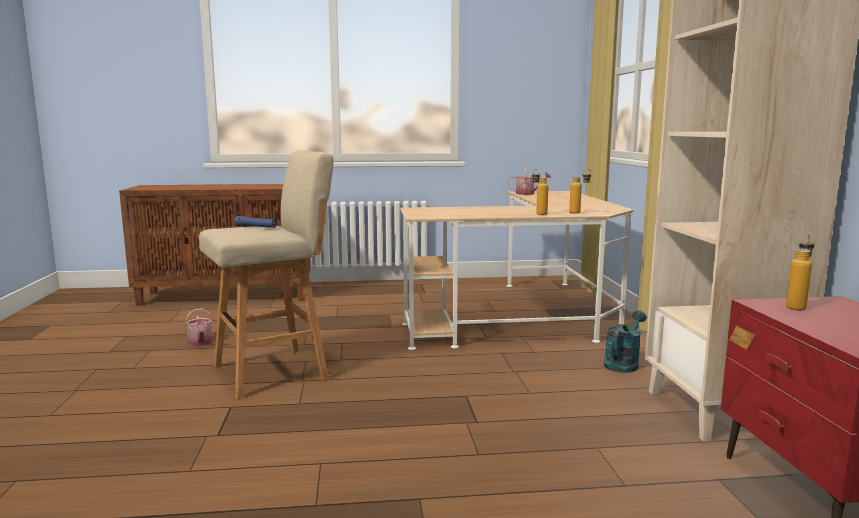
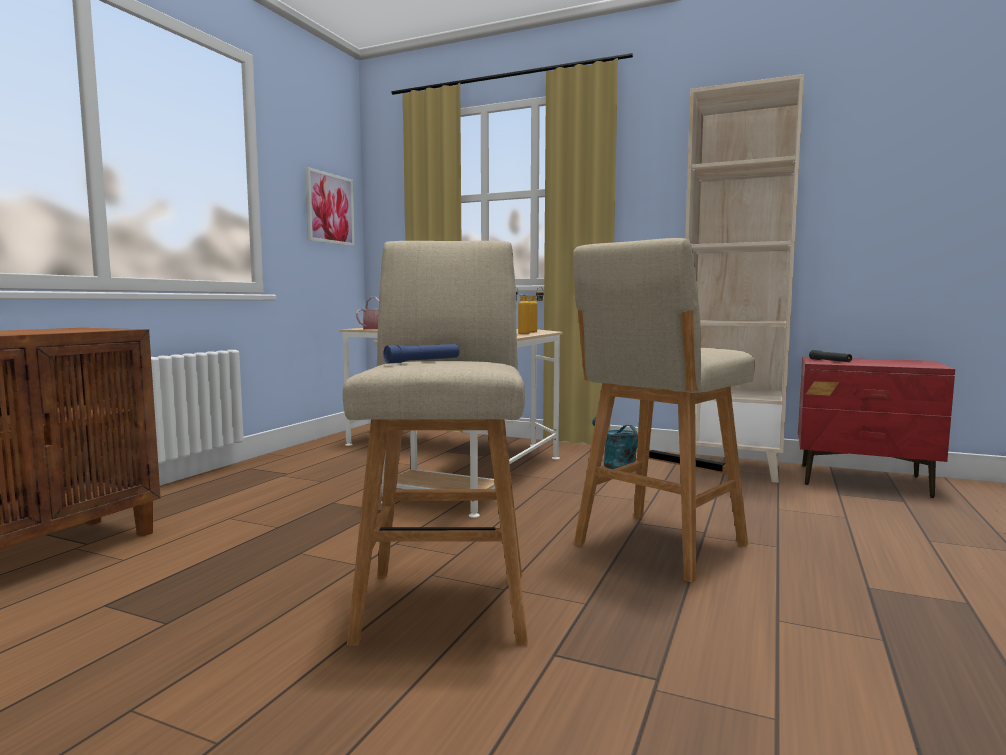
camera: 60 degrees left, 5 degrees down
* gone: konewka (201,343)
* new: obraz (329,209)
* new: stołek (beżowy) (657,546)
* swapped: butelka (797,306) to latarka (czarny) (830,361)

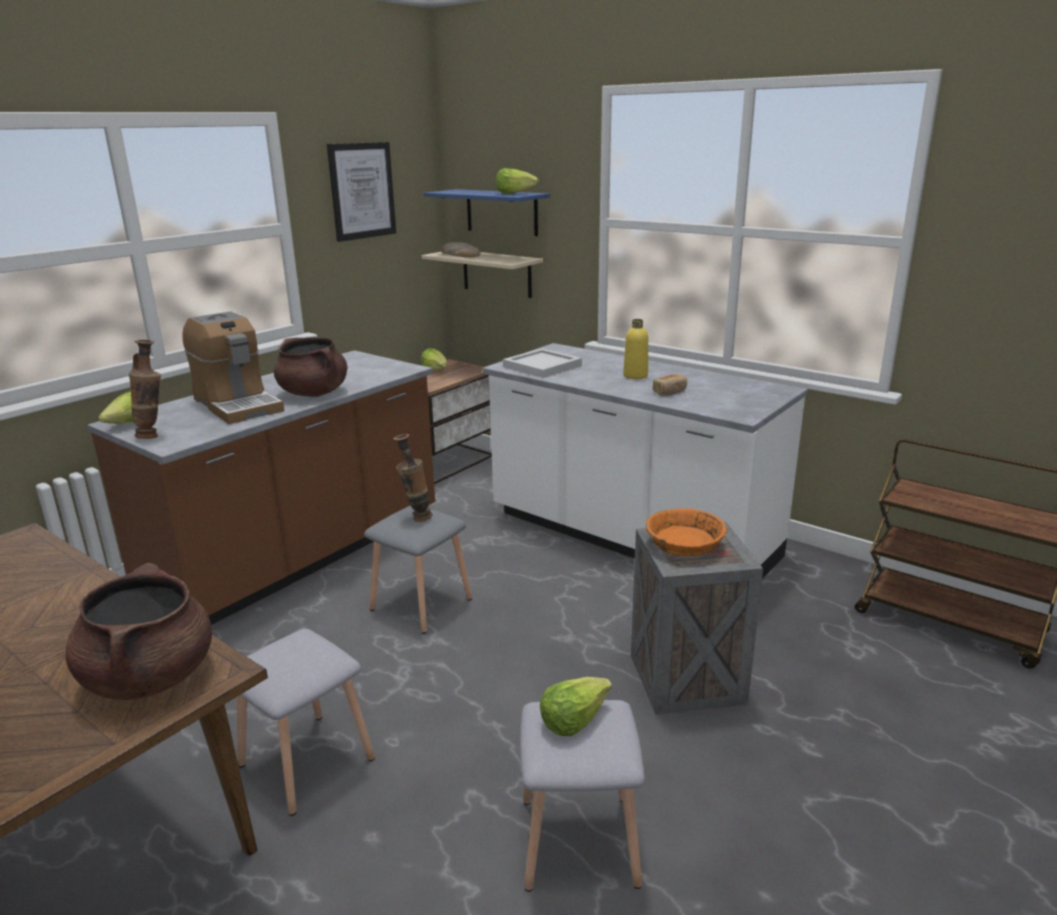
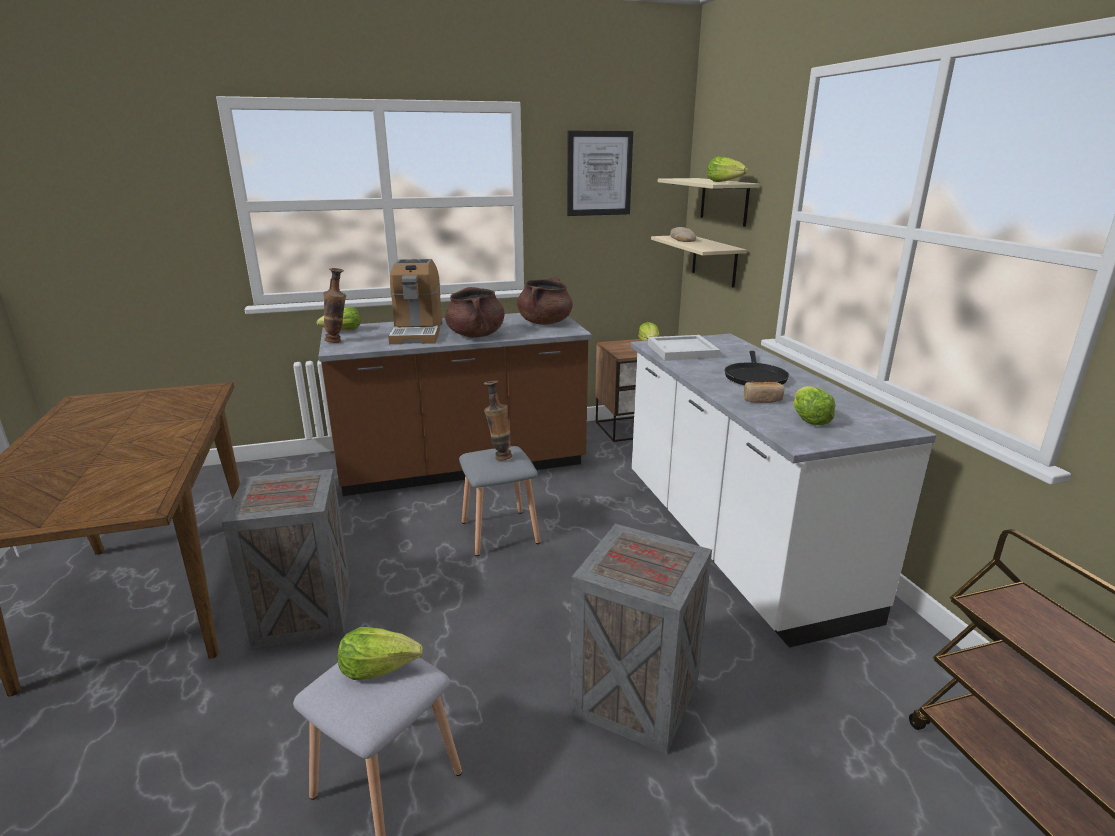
camera: 35 degrees right, 0 degrees up
* gone: miska (pomarańczowy) (684,544)
* new: sałata (808,419)
* shifted: garnek (brązowy) (150,677) to (545,322)
* swapped: stołek (szary) (309,762) to skrzynka (305,614)
* swapped: butelka (żółty) (635,376) to patelnia (czarny) (755,377)
* repainted: półka (niebieski) (501,212) to półka (beżowy) (724,201)

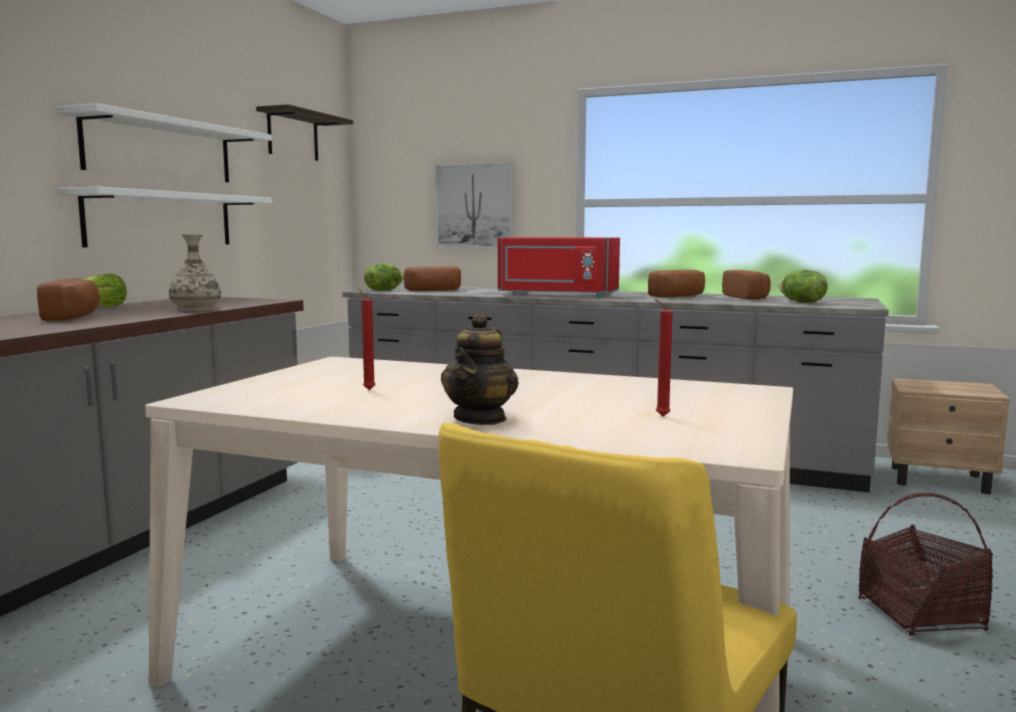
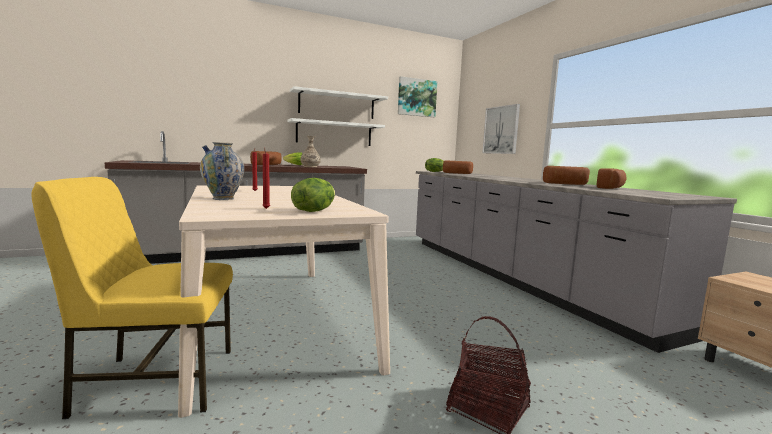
camera: 45 degrees right, 0 degrees up
* gone: mikrofalówka (czerwony) (557,295)
* shifted: sałata (800,302) to (314,211)
* swapped: półka (293,136) to obraz (416,97)
* swapped: imbryk (480,419) to wazon (223,199)

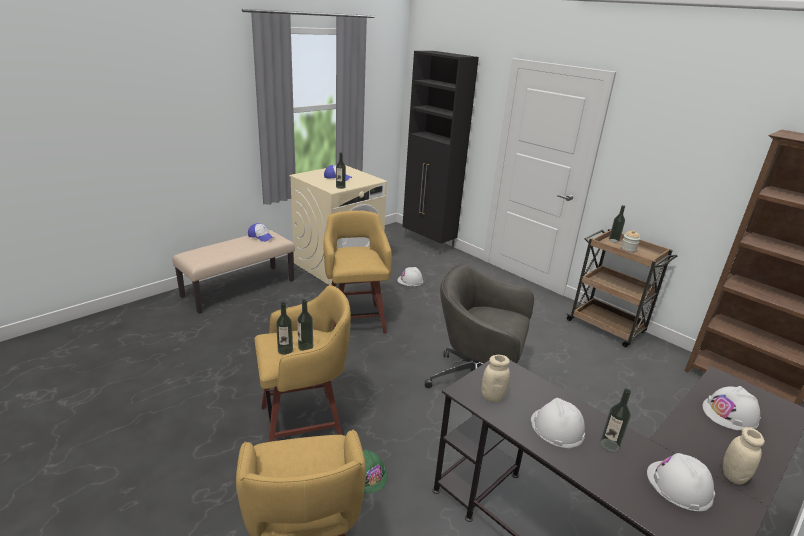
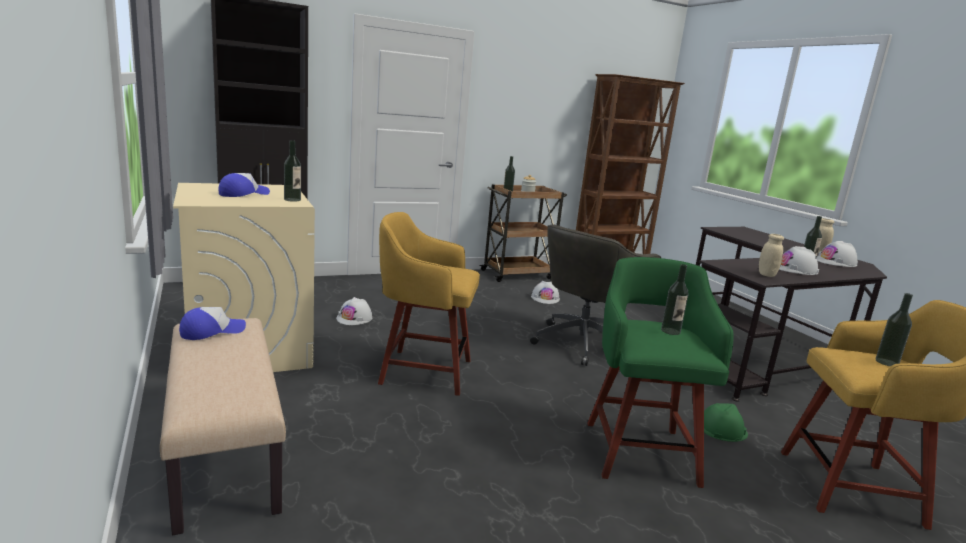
camera: 70 degrees left, 10 degrees down
* shifted: butelka (285,350) to (886,362)
* shifted: kask (biały) (730,414) to (545,298)
* repainted: stołek (żółty) (304,423) to stołek (zielony) (640,450)

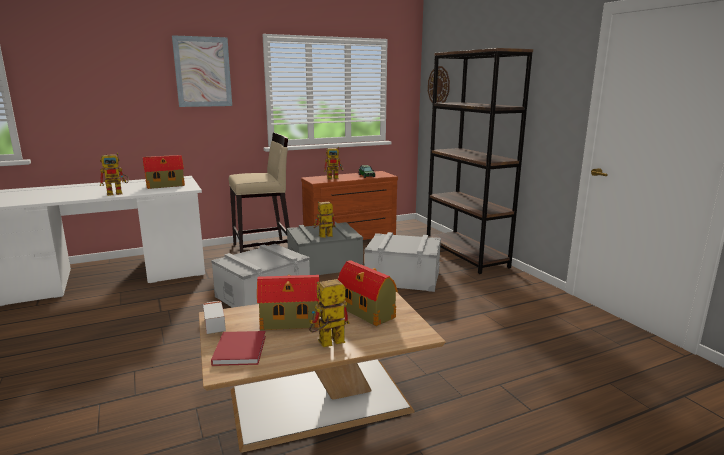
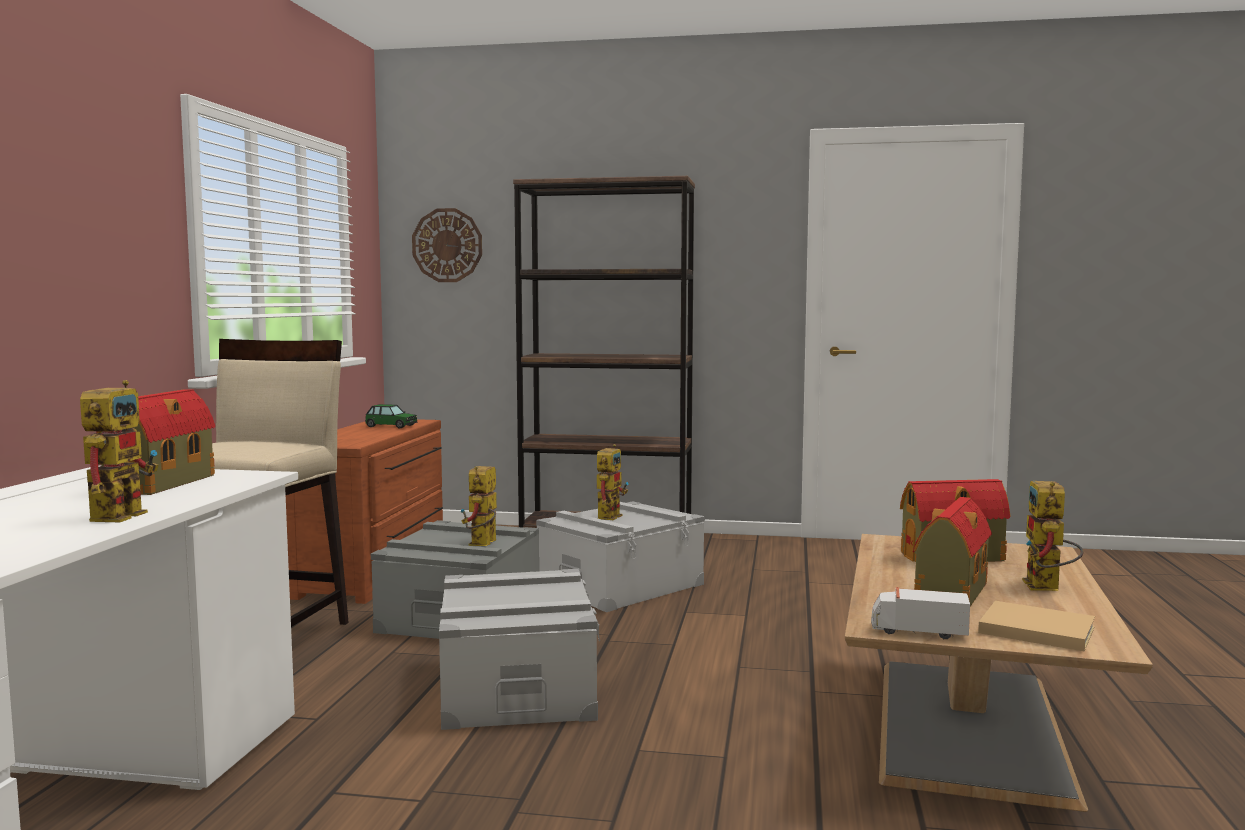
camera: 55 degrees left, 10 degrees down
* gone: obraz (203,72)
* shifted: robot zabawkowy (335,178) to (609,515)
* repainted: książka (czerwony) (240,349) to książka (beżowy) (1033,629)

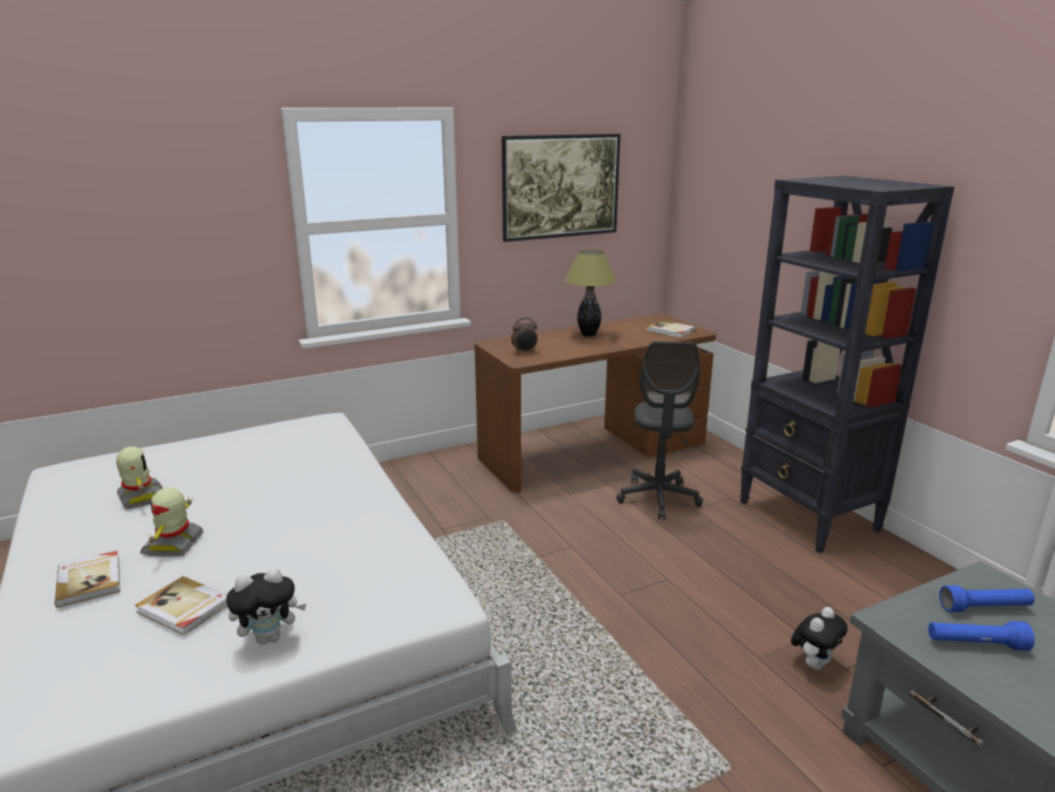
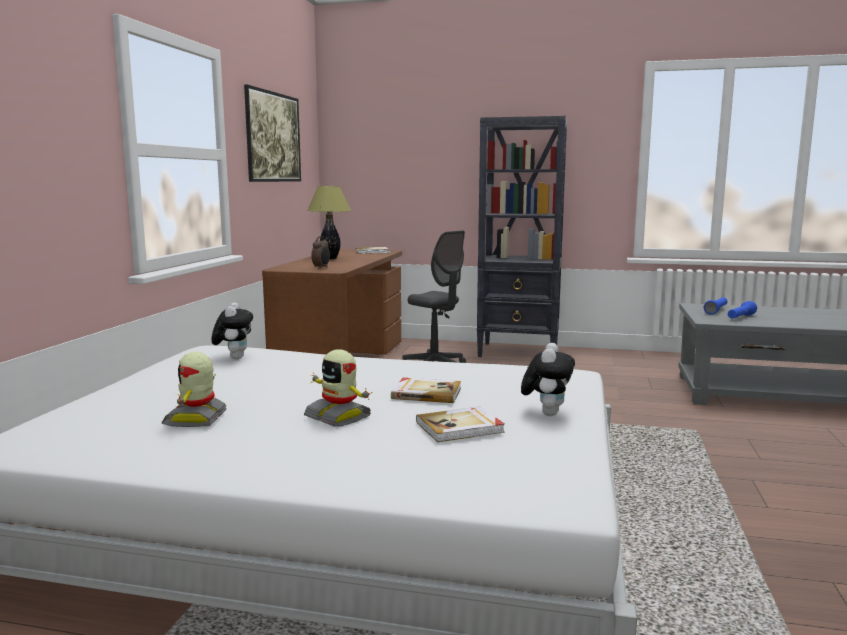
camera: 50 degrees left, 10 degrees down
* shifted: książka (90,580) to (426,393)
* shifted: pluszak (814,663) to (234,358)
* rotated: robot zabawkowy (141,497) = (197,418) 90 degrees counterclockwise

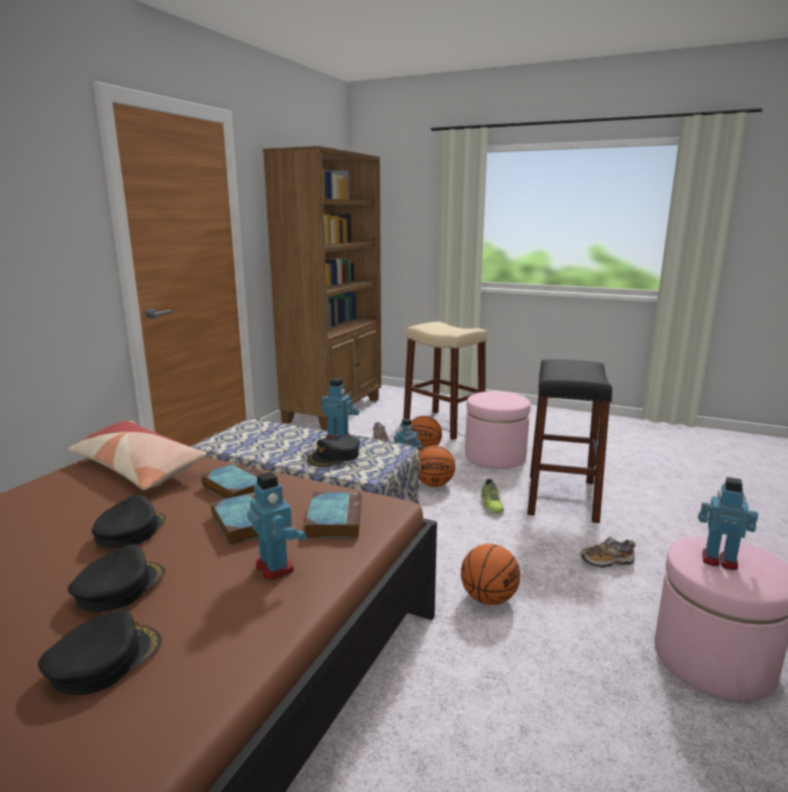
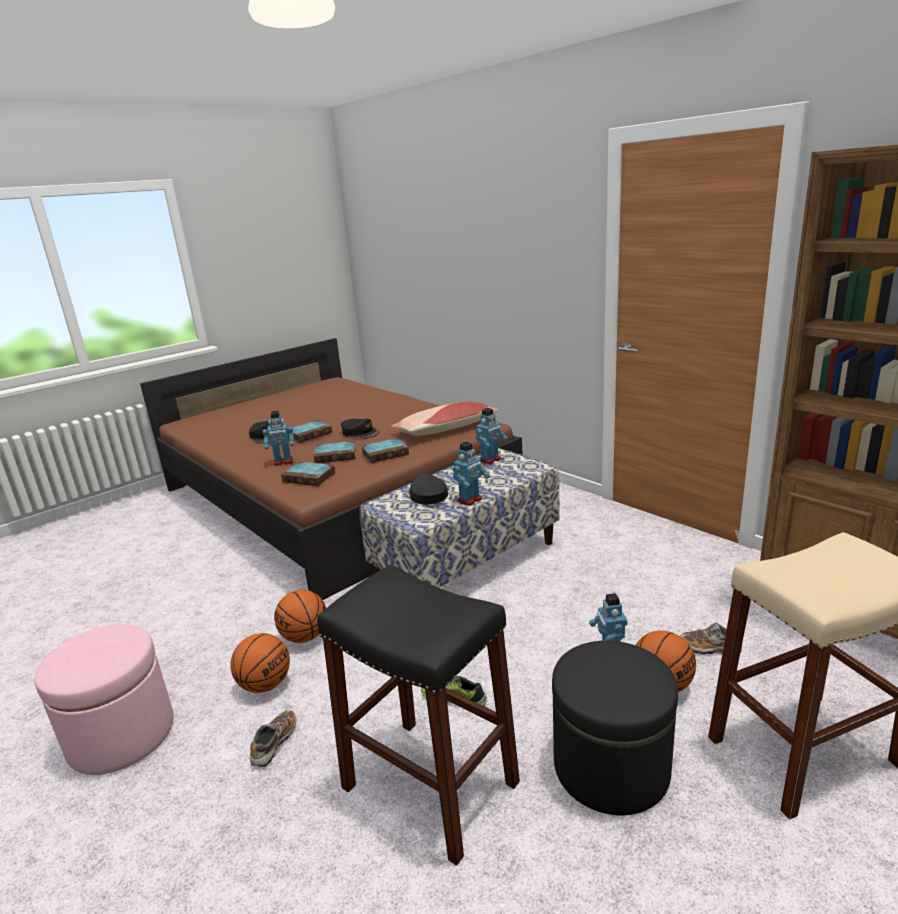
camera: 115 degrees right, 5 degrees up
* shifted: piłka do koszykówki (434,484) to (265,685)
* shifted: robot zabawkowy (719,560) to (490,460)
* swapped: czapka z daszkiem (czarny) (119,587) to książka (310,434)
* repainted: pufa (różowy) (495,457) to pufa (czarny) (611,767)

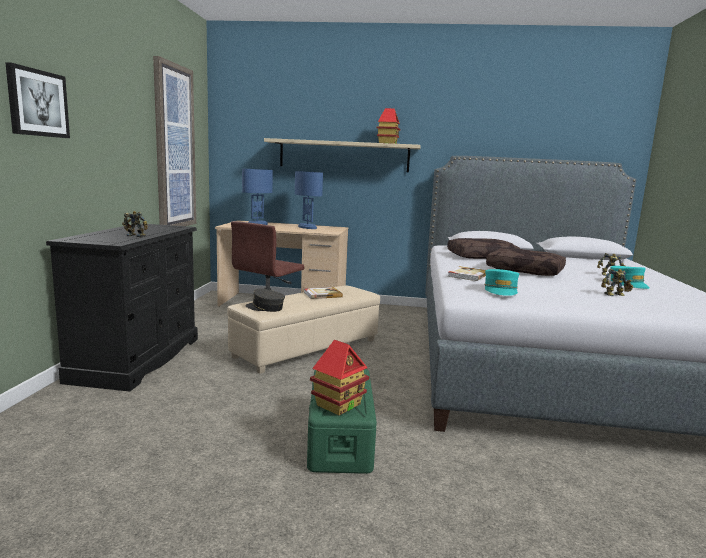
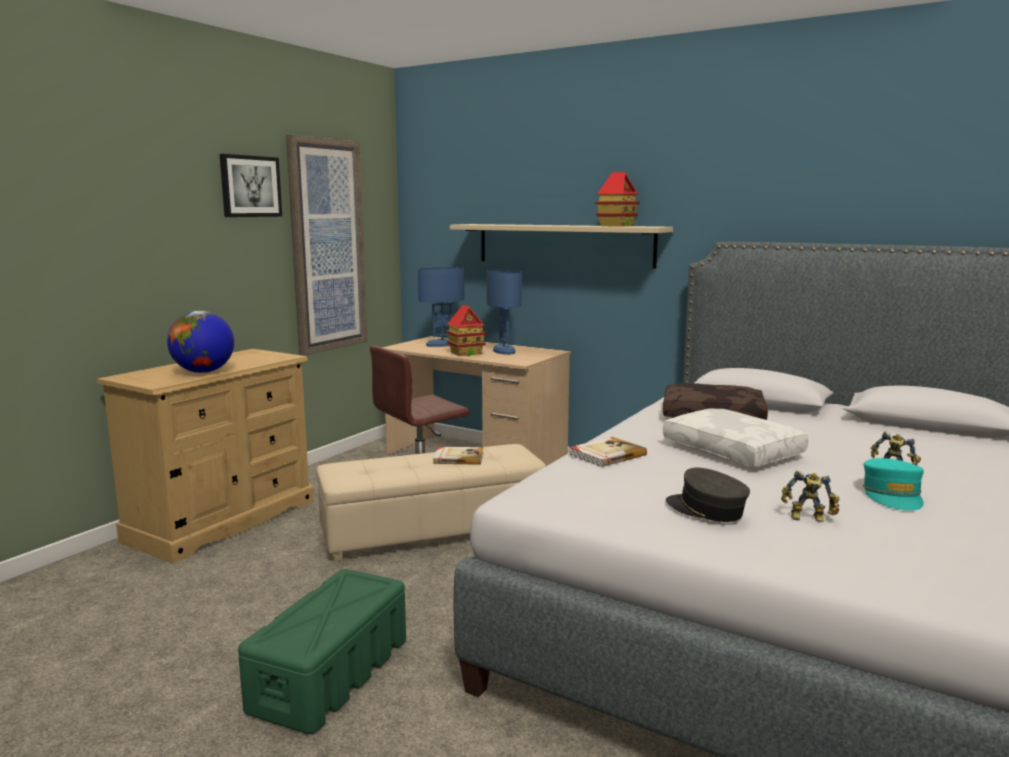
camera: 25 degrees right, 0 degrees up
* gone: czapka z daszkiem (turkusowy) (501,290)
* shifted: obraz (37,103) to (250,186)
* shifted: czapka z daszkiem (szary) (265,308) to (706,509)
* shifted: domek (338,404) to (466,353)
* swapped: robot zabawkowy (136,235) to globus (203,372)
* repainted: komoda (czarny) (138,359) to komoda (beżowy) (223,521)
* repainted: poduszka (brązowy) (525,270) to poduszka (biały) (734,451)

